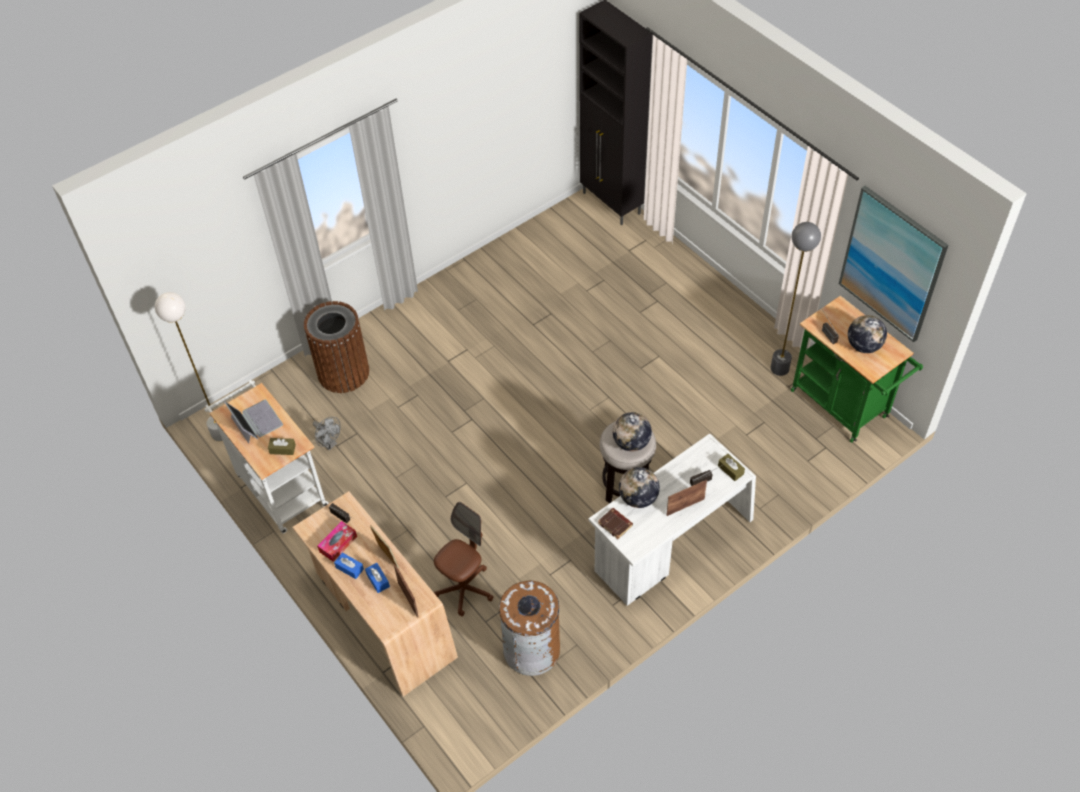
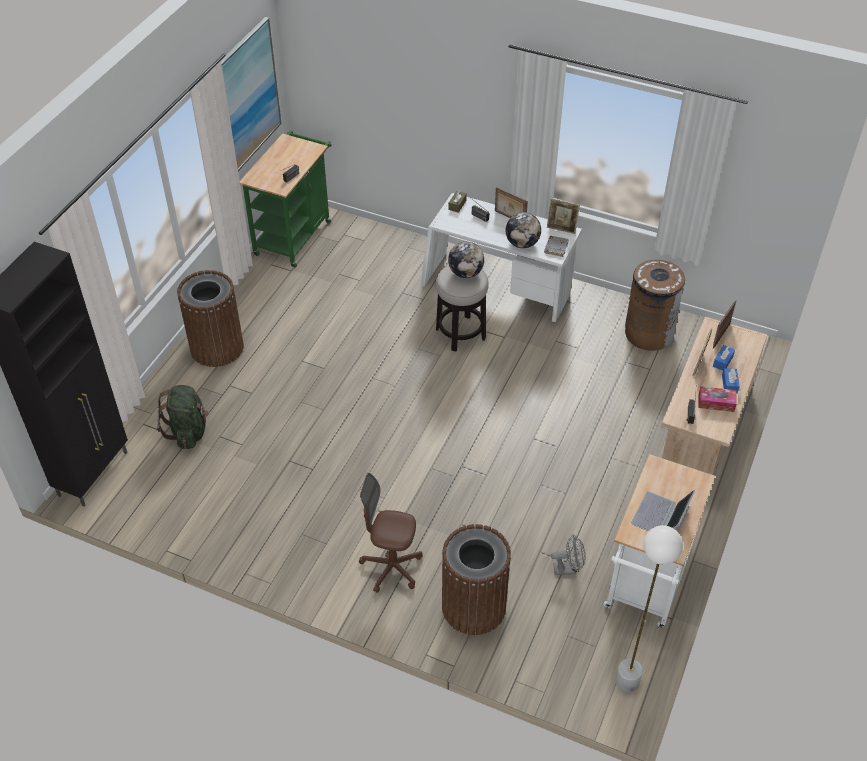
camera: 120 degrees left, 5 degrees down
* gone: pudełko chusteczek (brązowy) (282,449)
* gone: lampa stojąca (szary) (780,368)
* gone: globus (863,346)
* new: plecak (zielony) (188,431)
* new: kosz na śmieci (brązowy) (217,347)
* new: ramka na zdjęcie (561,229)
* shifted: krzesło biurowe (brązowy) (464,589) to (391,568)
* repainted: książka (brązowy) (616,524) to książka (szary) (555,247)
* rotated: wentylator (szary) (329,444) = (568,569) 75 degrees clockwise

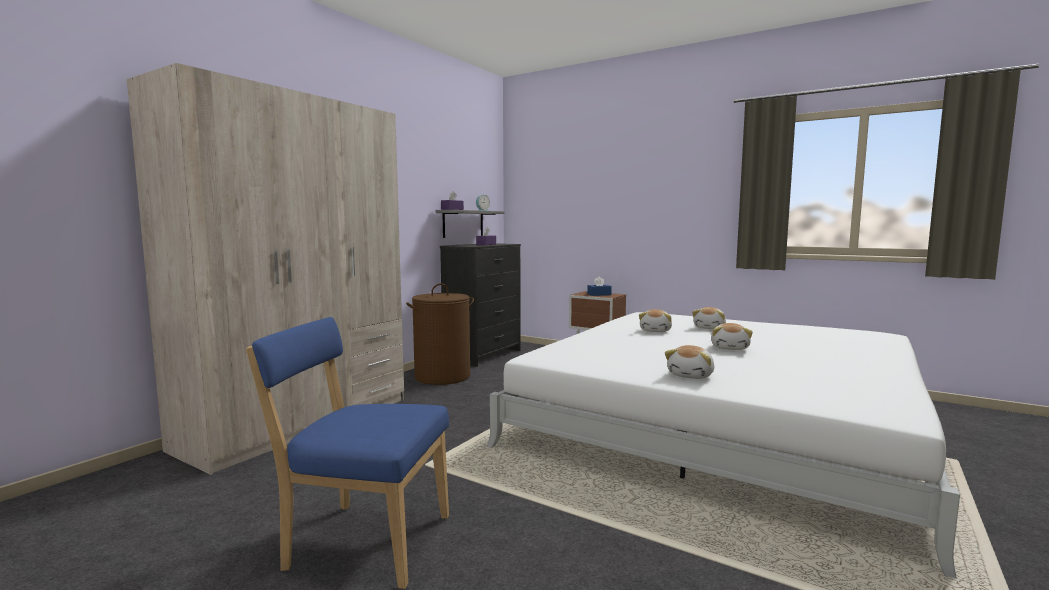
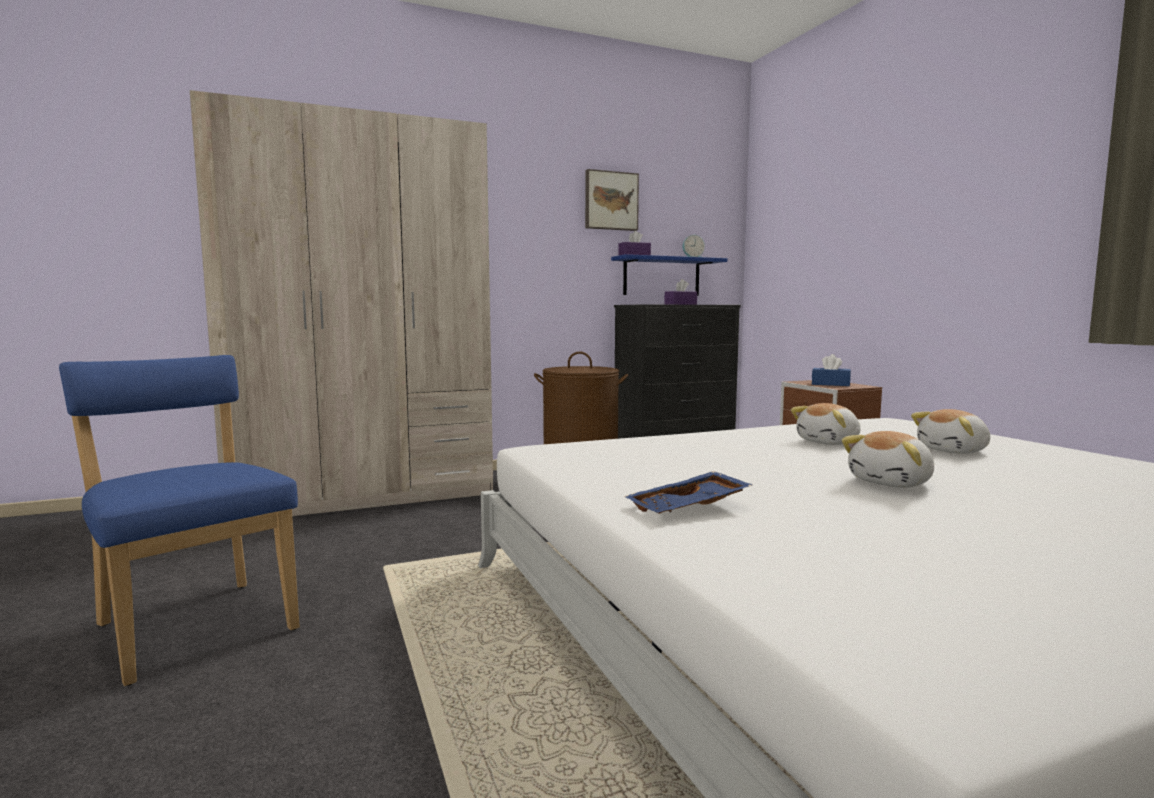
camera: 35 degrees right, 0 degrees up
* new: obraz (610,201)
* swapped: pluszak (691,375) to taca (niebieski) (689,508)
* repainted: półka (szary) (463,224) to półka (niebieski) (661,277)

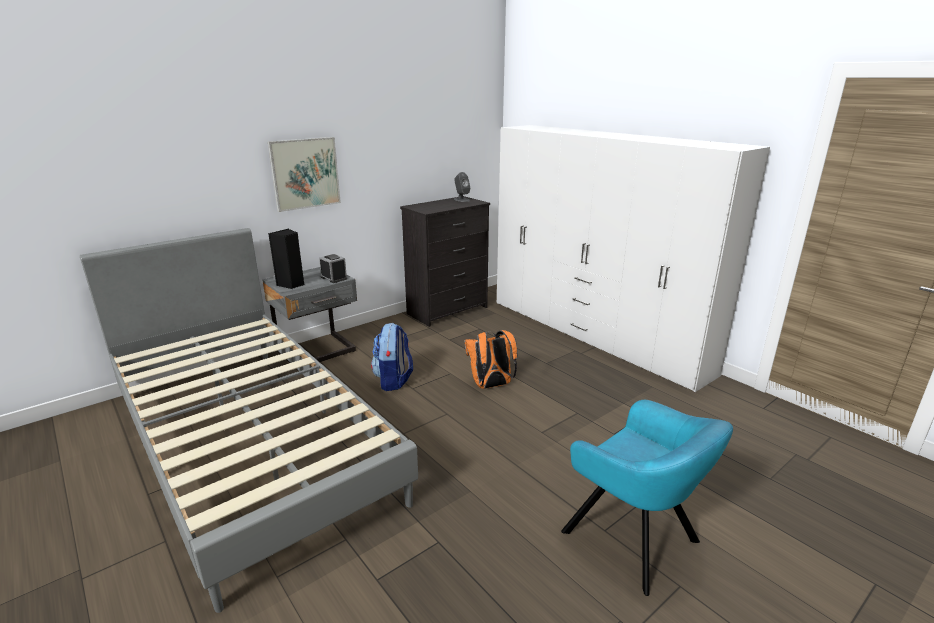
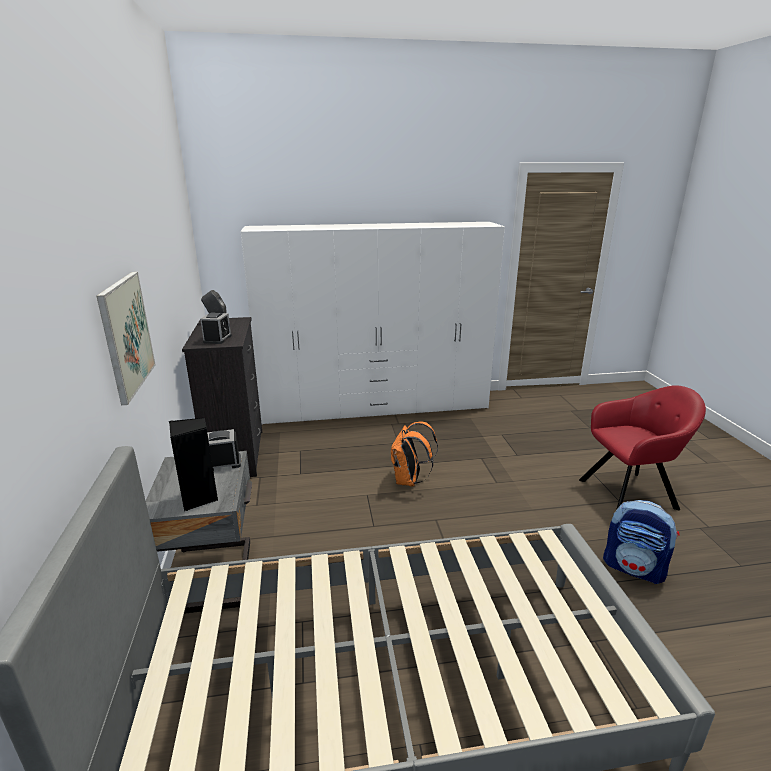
camera: 60 degrees left, 0 degrees up
* new: budzik (217,339)
* shifted: plecak (393,380) to (634,568)
* repainted: fotel (turkusowy) (635,540) to fotel (czerwony) (631,493)

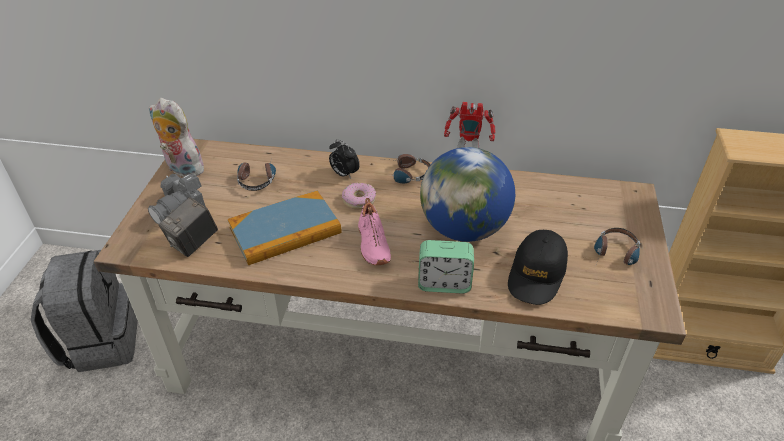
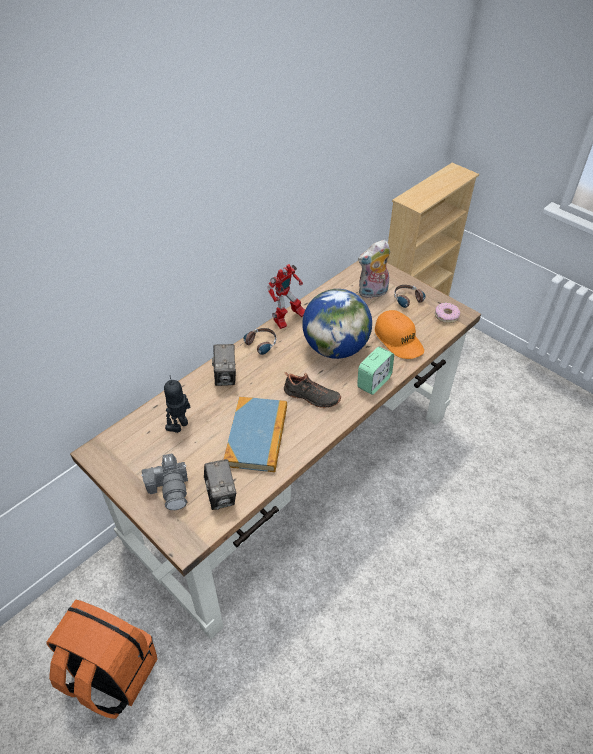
camera: 55 degrees left, 5 degrees up
* shifted: pluszak (182,169) to (373,293)
* shifted: donut (359,200) to (446,316)
* swapped: słuchawki (257,178) to robot zabawkowy (180,426)
* swapped: budzik (344,174) to aparat fotograficzny (226,376)
* repainted: plecak (szary) (100,341) to plecak (pomarańczowy) (111,674)
* repainted: but (różowy) (372,244) to but (czarny) (311,397)
* repainted: czapka z daszkiem (czarny) (537,274) to czapka z daszkiem (pomarańczowy) (398,340)

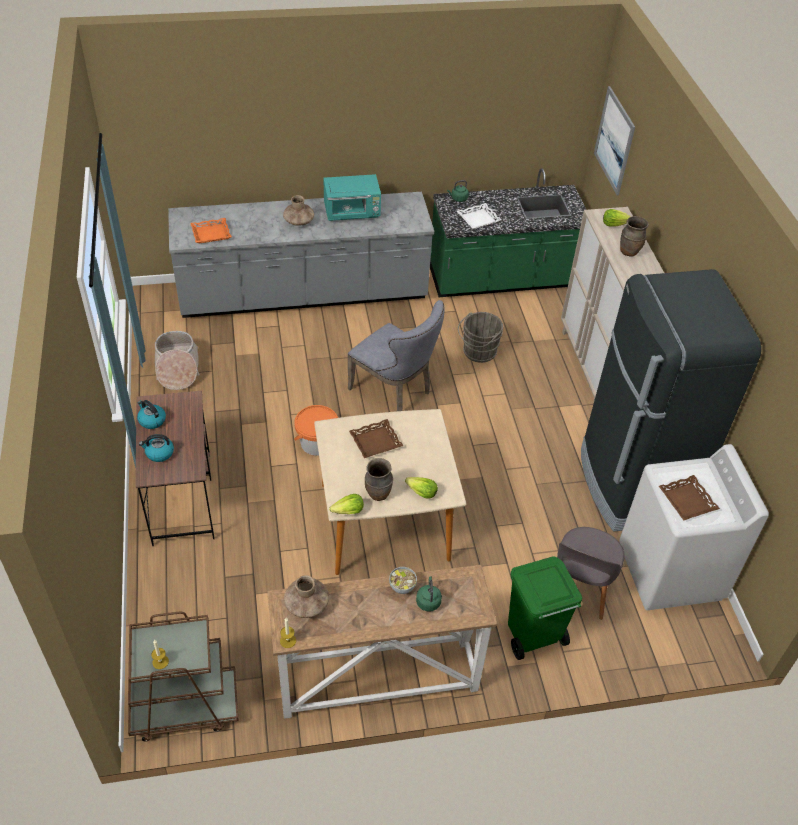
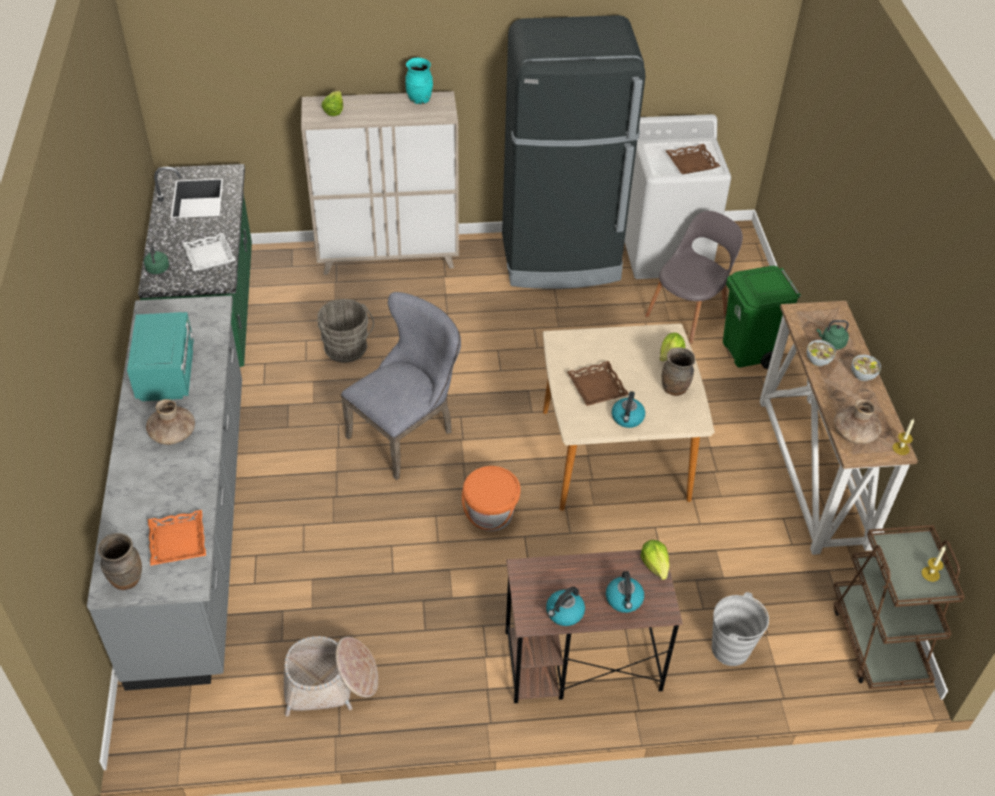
camera: 85 degrees left, 0 degrees up
* gone: obraz (614,140)
* new: wazon (turkusowy) (419,100)
* new: czajnik (627,418)
* new: wiadro (szary) (730,649)
* new: miska (862,375)
* shifted: sałata (348,511) to (655,565)
* shifted: wazon (brązowy) (629,252) to (126,579)
* rotated: krzesło (szary) (580,587) = (688,313) 75 degrees counterclockwise

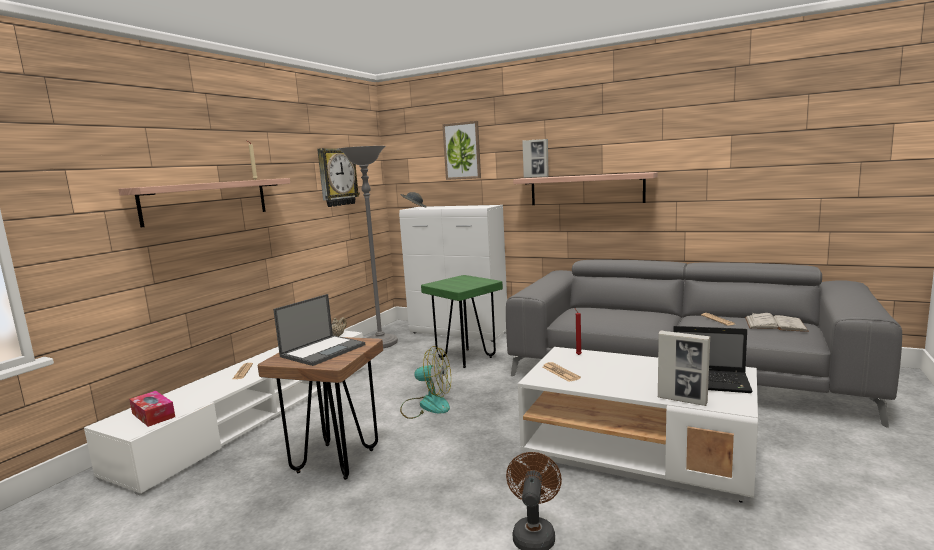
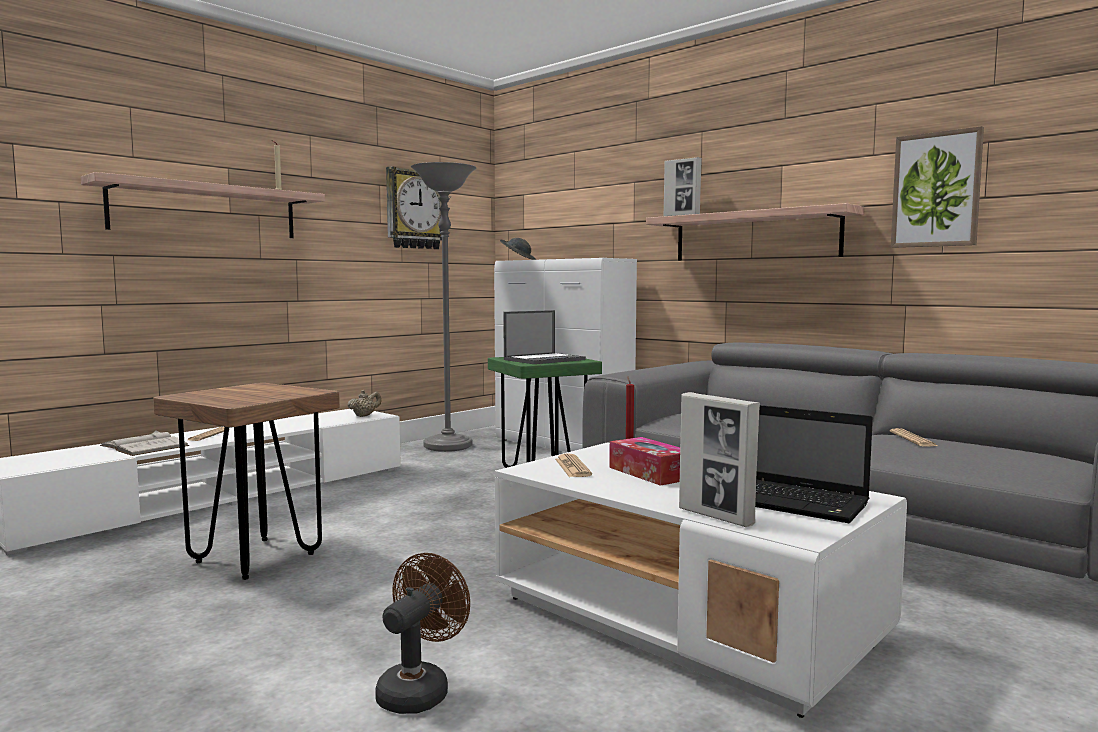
camera: 15 degrees right, 5 degrees down
* gone: wentylator (427,405)
* shifted: pudełko chusteczek (153,415) to (650,473)
* shifted: laptop (323,350) to (545,359)
* shifted: obraz (462,151) to (936,190)
* shifted: książka (biały) (775,324) to (144,446)

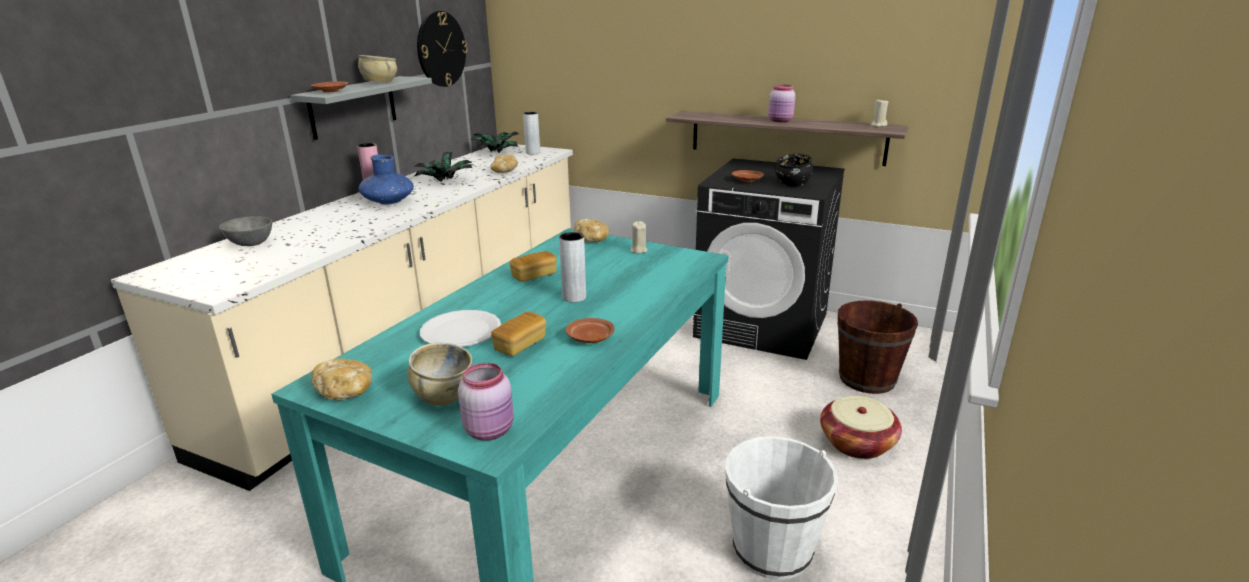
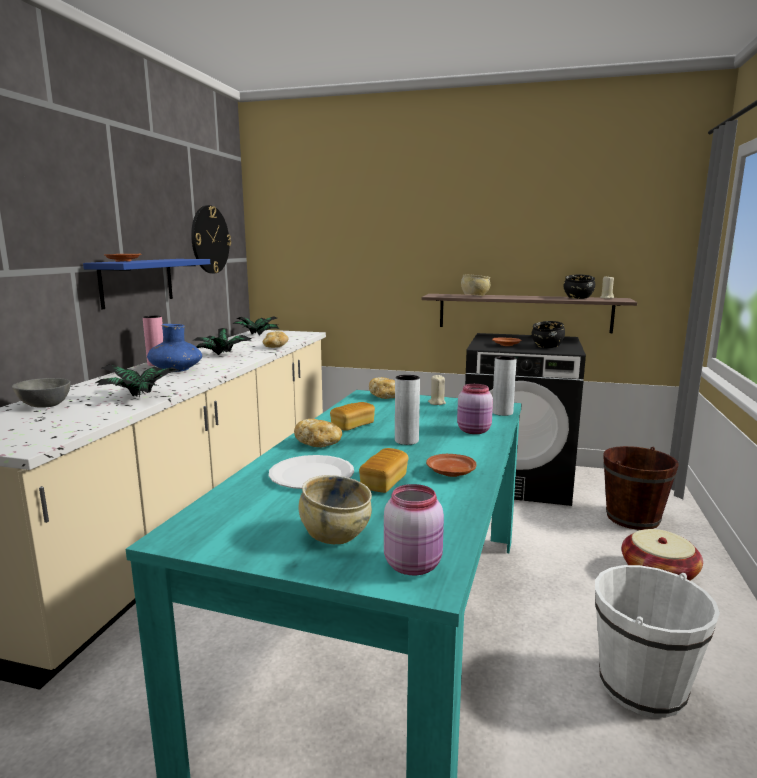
camera: 10 degrees left, 10 degrees down
* new: roślina doniczkowa (142,396)
* new: miska (czarny) (578,298)
* shifted: chleb (346,392) to (319,444)
* shifted: miska (beżowy) (380,82) to (475,296)
* shifted: wazon (szary) (533,153) to (502,412)
* shifted: słoik (różowy) (780,121) to (474,431)
* repainted: półka (szary) (353,107) to półka (niebieski) (137,282)

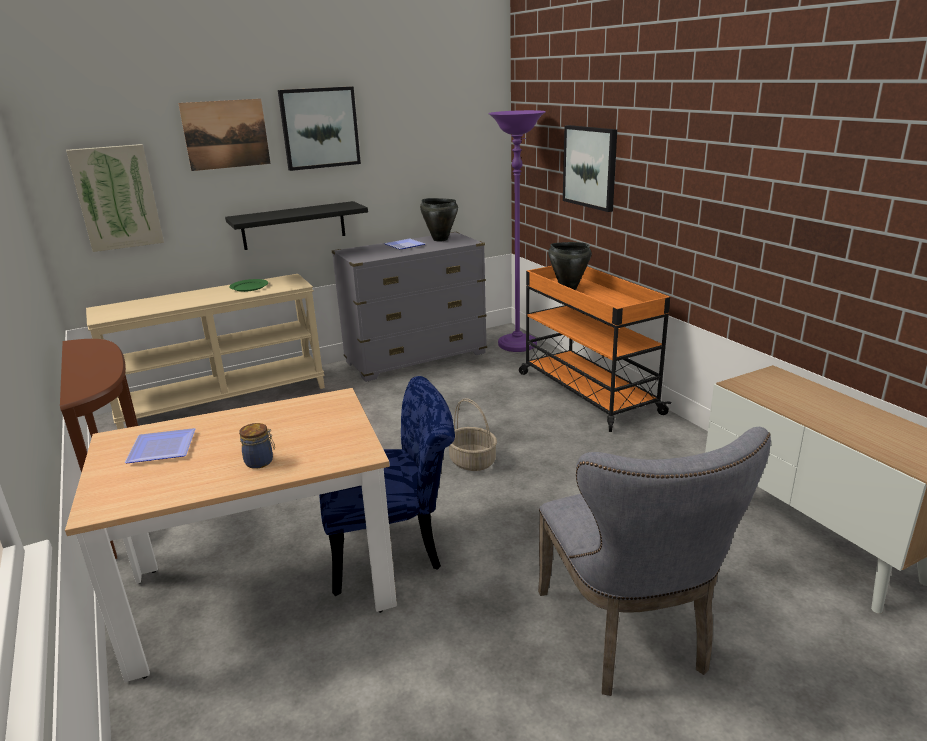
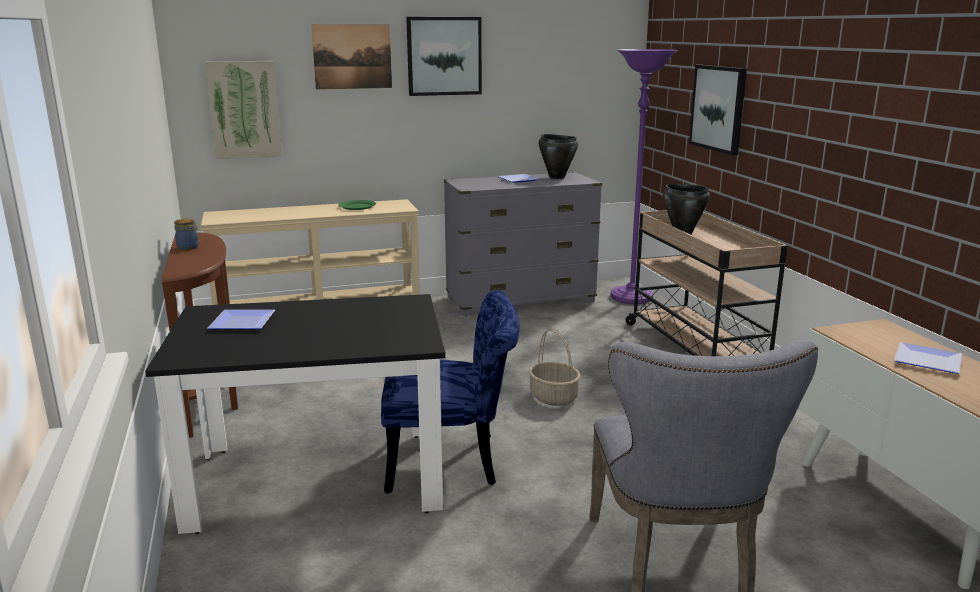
camera: 10 degrees right, 5 degrees down
* gone: półka (czarny) (294,225)
* new: talerz (925,360)
* shifted: słoik (260,462) to (189,247)
* repainted: stół jadalny (beżowy) (262,590) to stół jadalny (czarny) (318,480)
* repainted: wózek (pomarańczowy) (586,392) to wózek (beżowy) (694,348)

